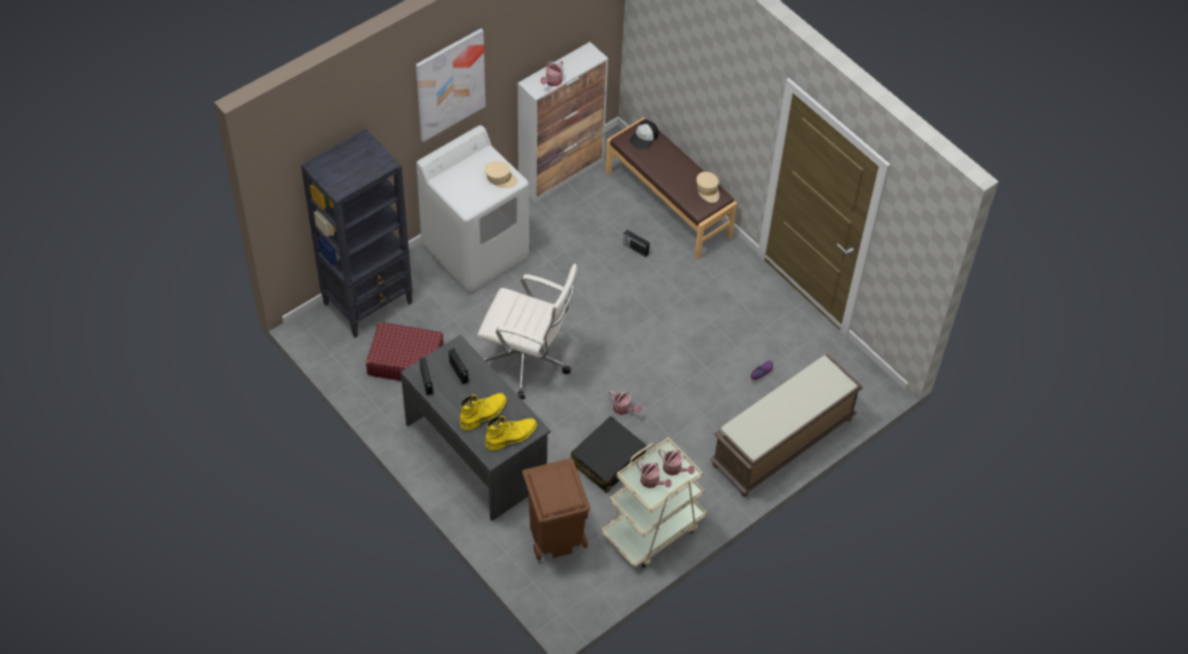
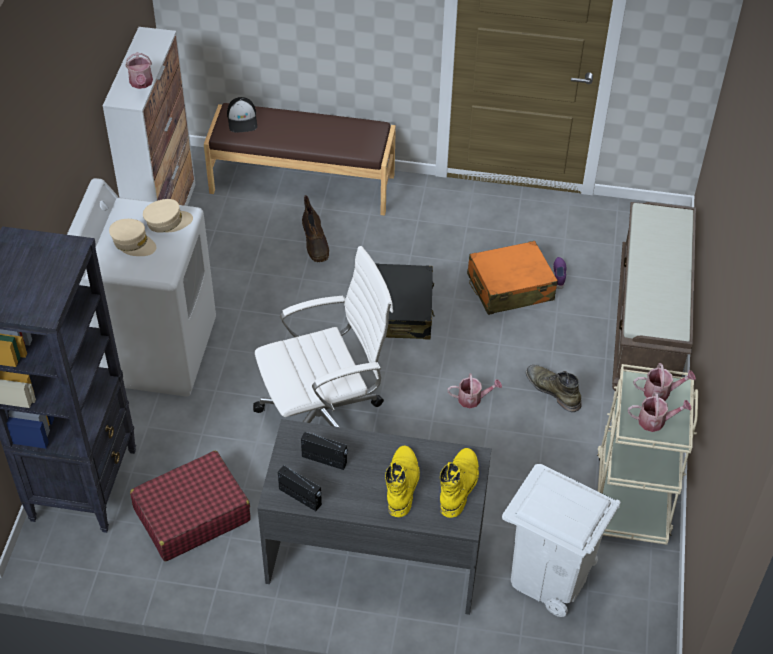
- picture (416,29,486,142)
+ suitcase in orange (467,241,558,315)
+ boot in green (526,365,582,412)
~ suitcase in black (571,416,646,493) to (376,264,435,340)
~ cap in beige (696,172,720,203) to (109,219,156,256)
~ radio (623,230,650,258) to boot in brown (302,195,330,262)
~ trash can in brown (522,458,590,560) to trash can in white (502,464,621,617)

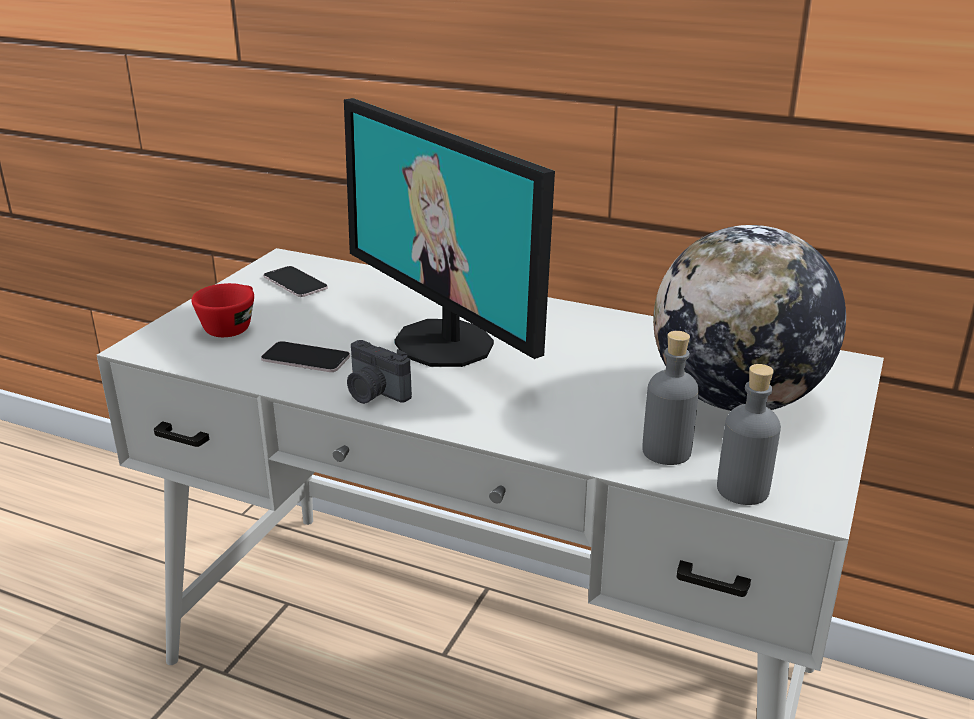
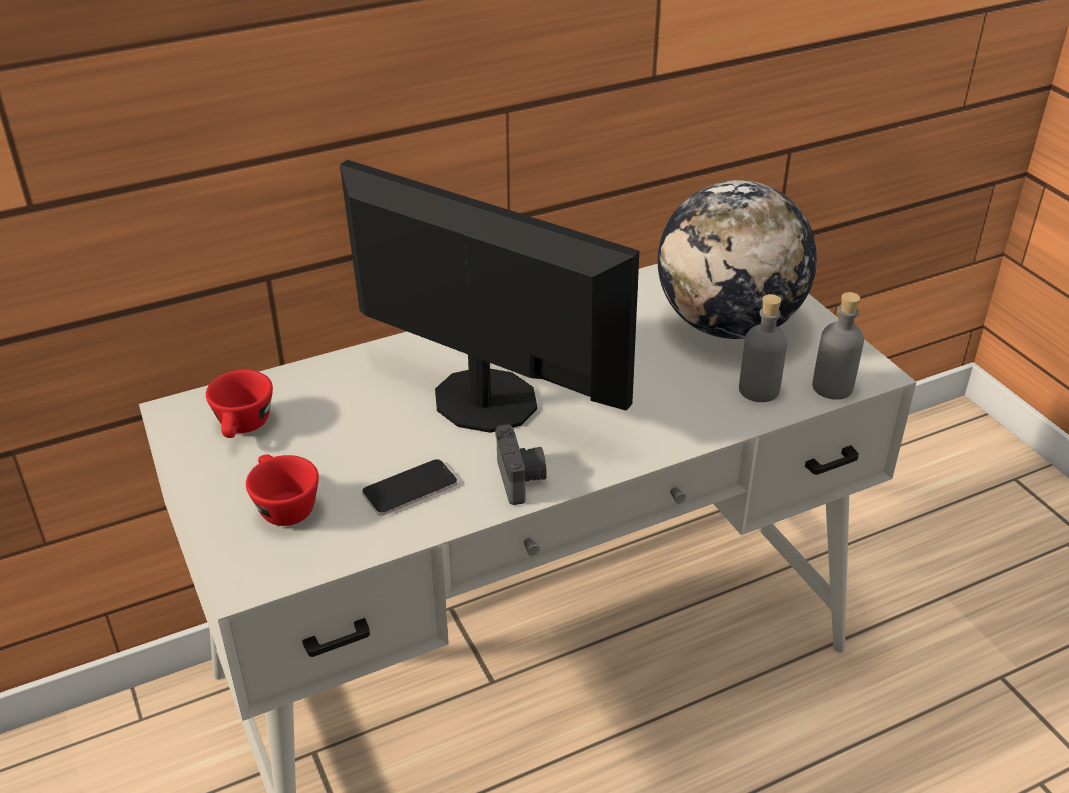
~ phone (263,266,328,297) to cup in red (206,370,273,438)
~ monitor (344,98,555,367) = (340,160,639,433) 150 degrees counterclockwise
~ photo camera (347,340,412,404) = (495,424,547,505) 90 degrees counterclockwise

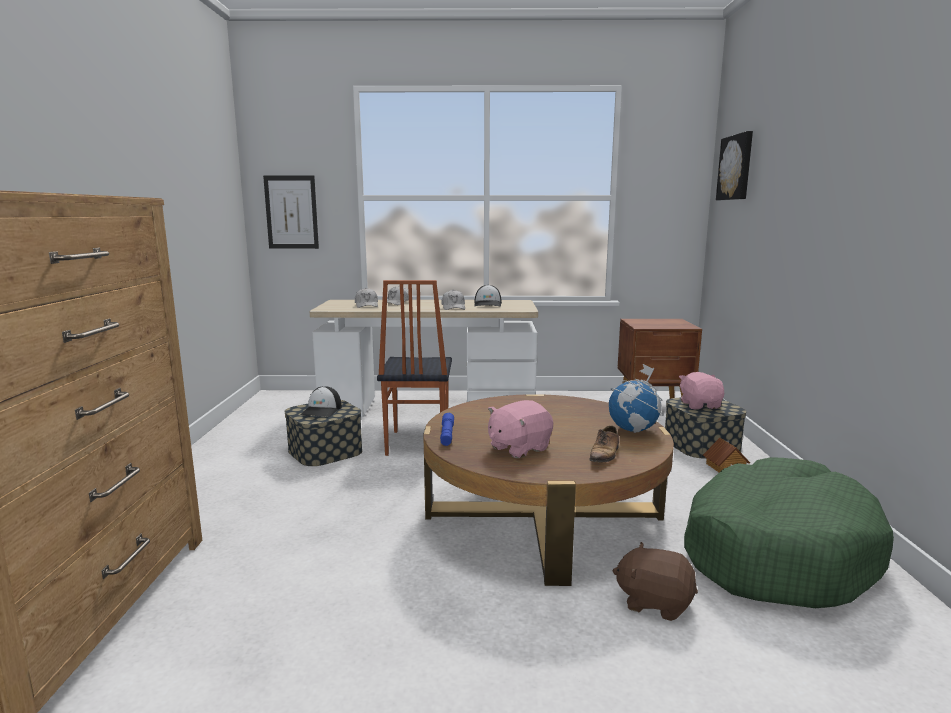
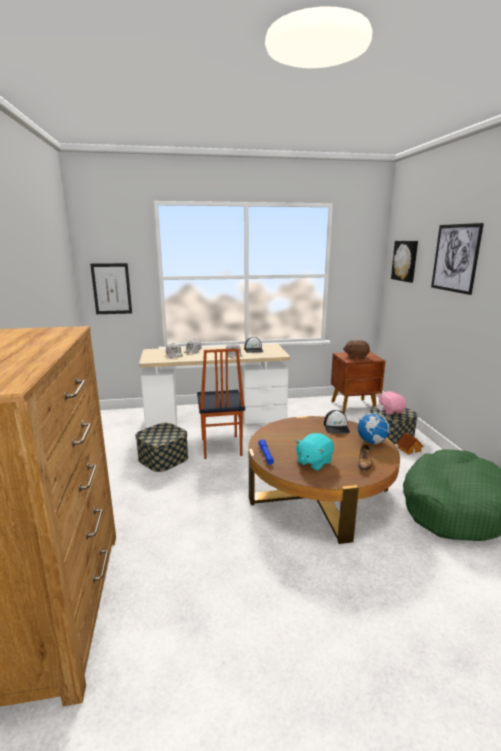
+ picture (431,223,484,295)
~ cap (300,386,342,417) to (324,410,350,434)
~ plush toy in brown (612,542,698,621) to (343,340,370,360)
~ plush toy in pink (488,400,553,458) to plush toy in turquoise (295,433,334,471)

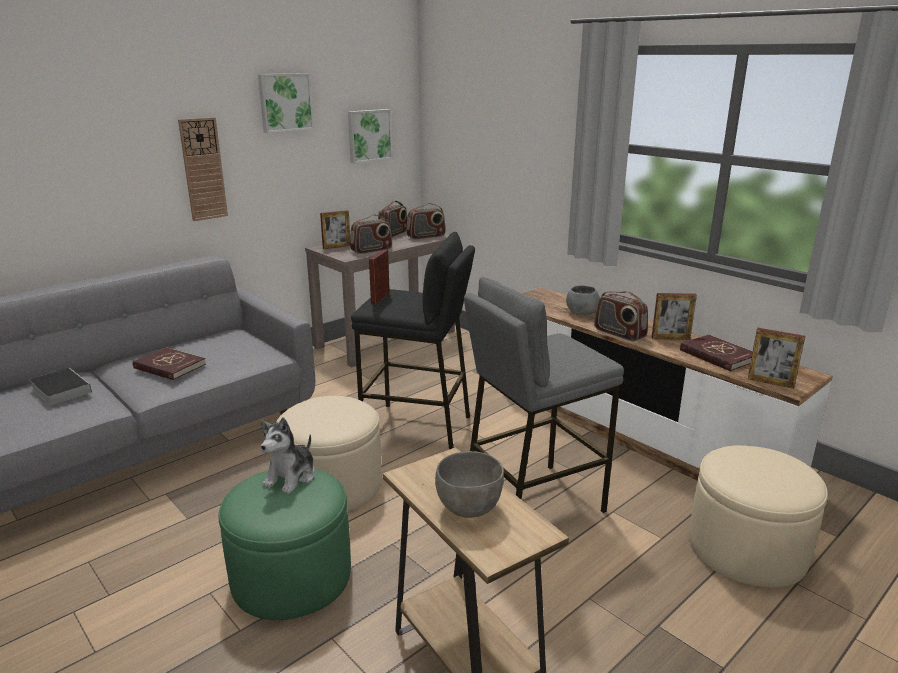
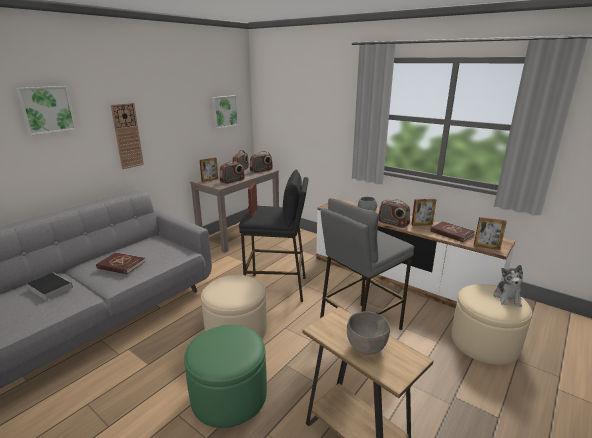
~ picture (258,73,314,133) to (16,86,76,135)
~ plush toy (260,417,315,494) to (494,265,523,307)

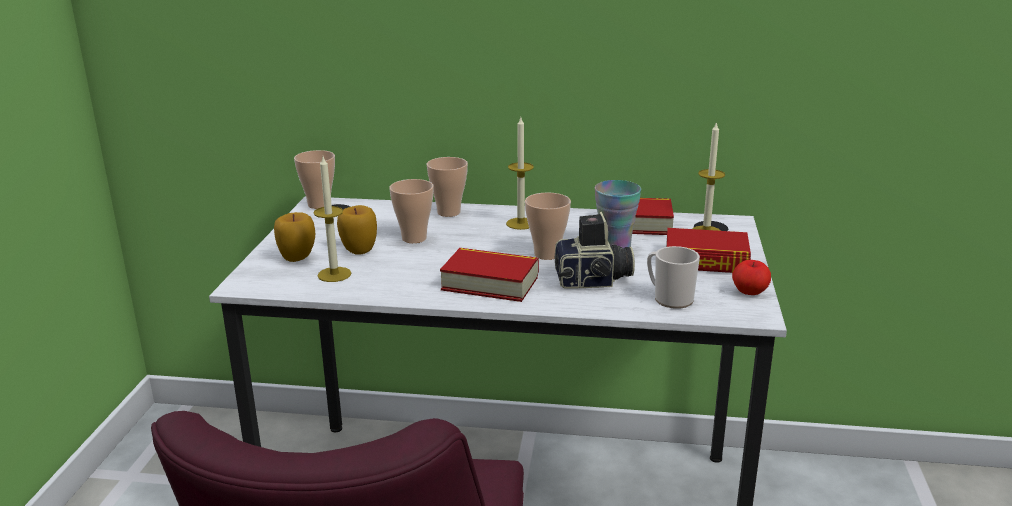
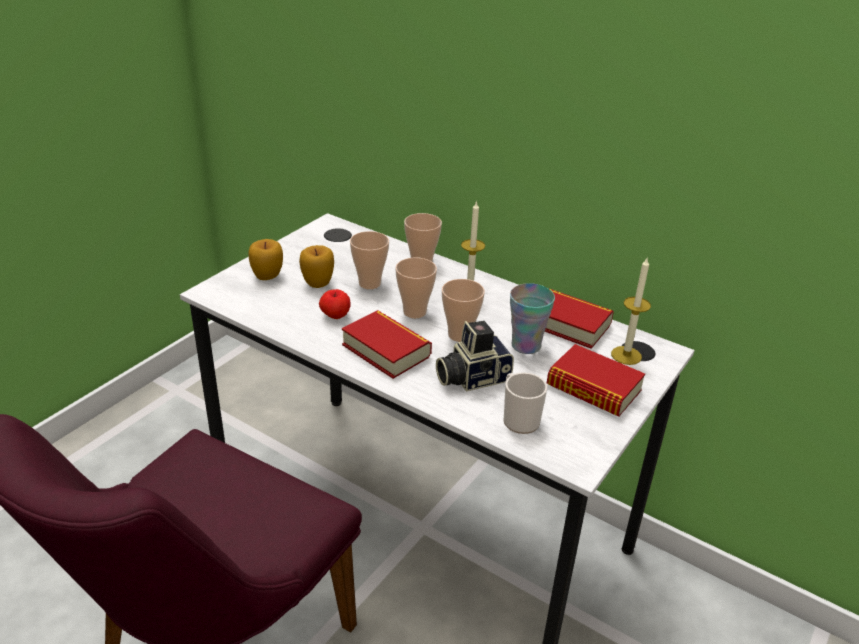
- candle (314,157,351,282)
~ cup (294,150,335,209) to (395,257,437,318)
~ apple (732,260,771,295) to (319,289,351,319)
~ photo camera (555,212,635,289) = (436,321,514,392) 135 degrees clockwise

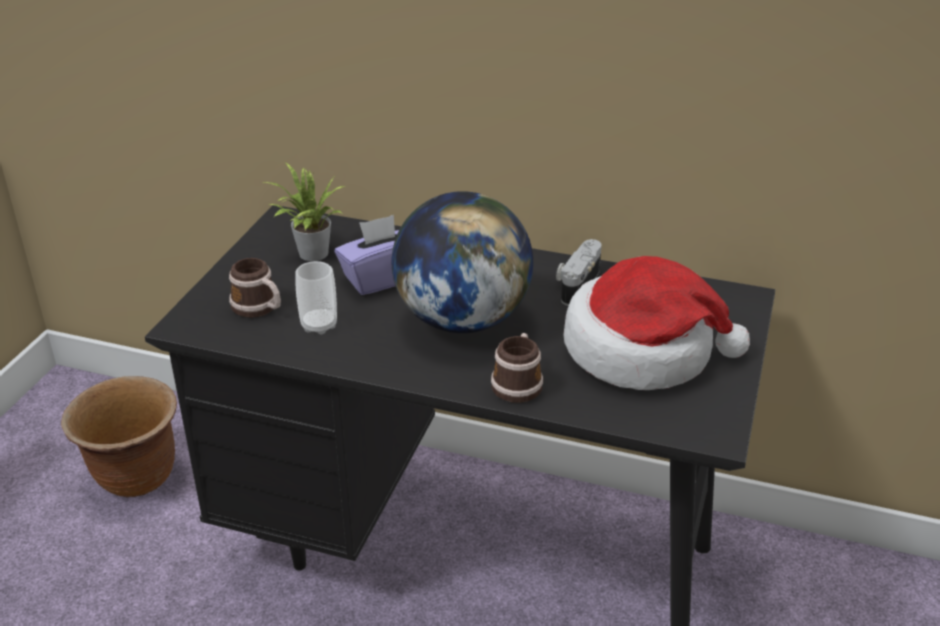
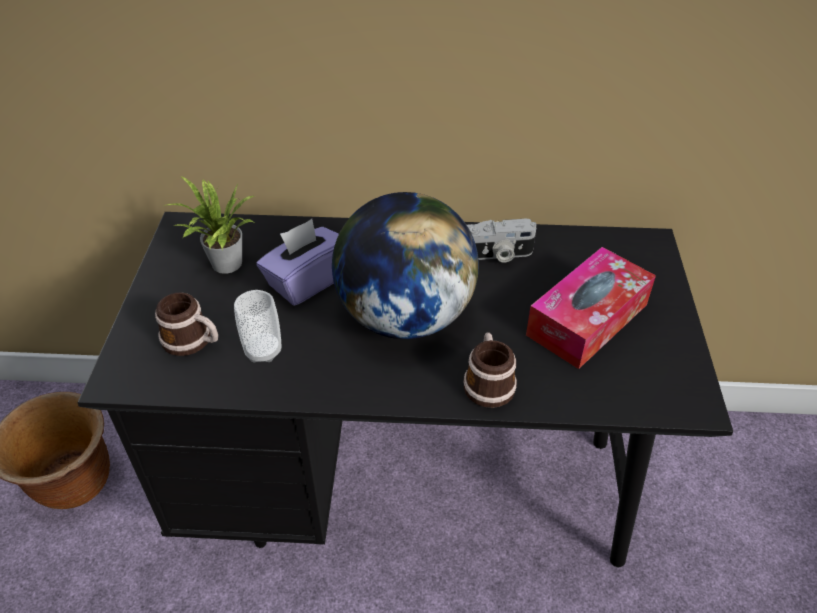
~ hat (564,256,750,390) to tissue box (526,247,656,369)
~ photo camera (556,239,602,306) = (467,219,537,263) 105 degrees counterclockwise

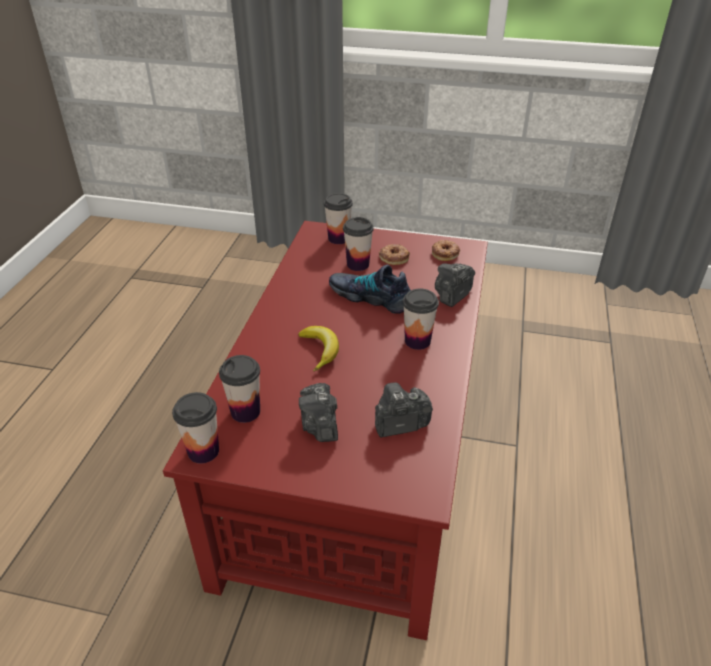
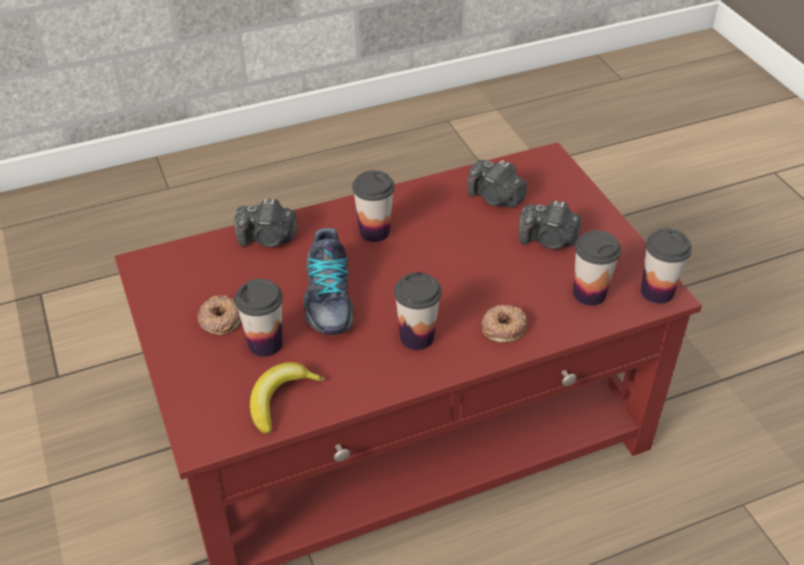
~ banana (298,326,339,372) to (250,362,325,435)
~ cup (324,193,353,244) to (394,272,441,350)
~ donut (432,240,460,261) to (482,305,527,343)
~ photo camera (299,383,338,442) = (519,200,581,249) 60 degrees clockwise

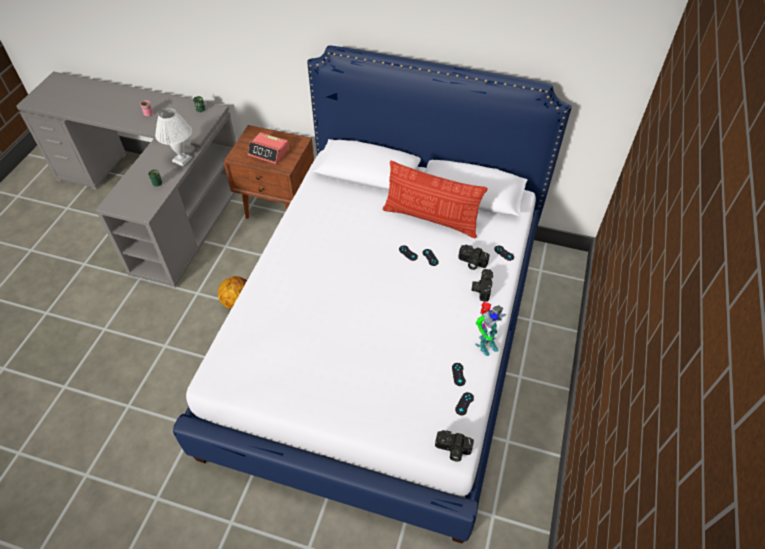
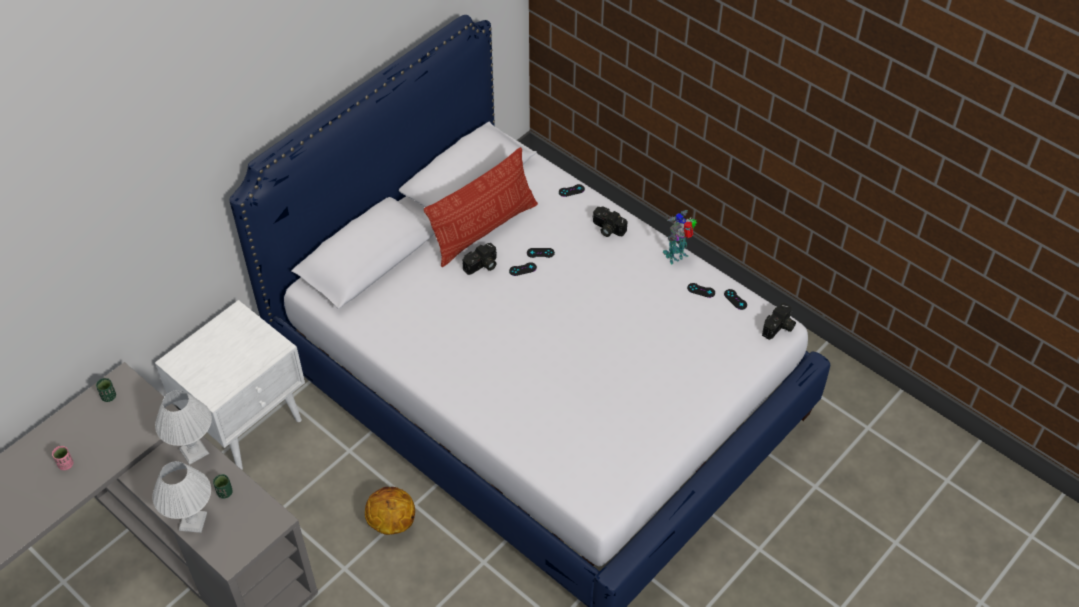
- alarm clock (248,132,289,164)
+ table lamp in white (152,461,211,533)
~ photo camera (458,245,490,270) to (462,243,497,275)
~ nightstand in brown (223,125,314,219) to nightstand in white (155,300,305,470)
~ toy robot (475,301,507,356) = (663,210,697,265) 120 degrees counterclockwise

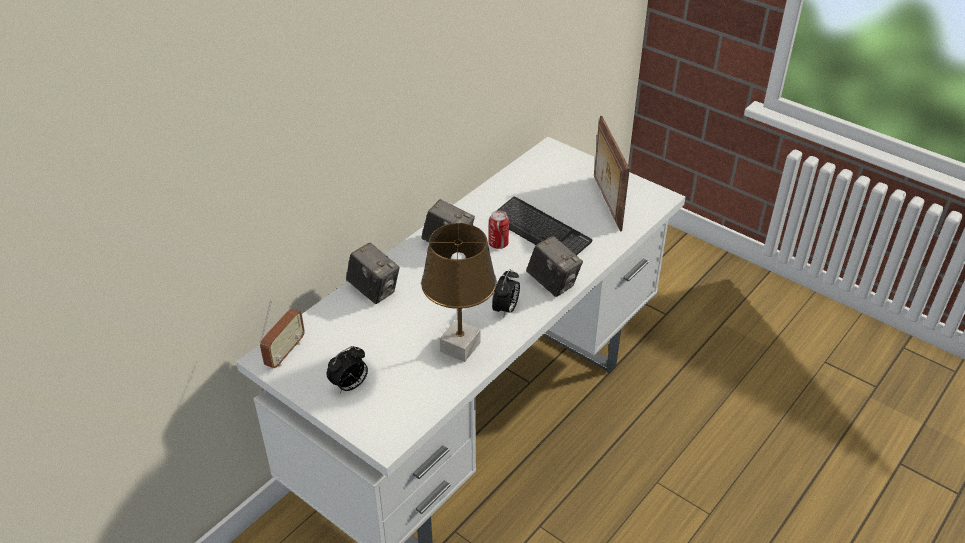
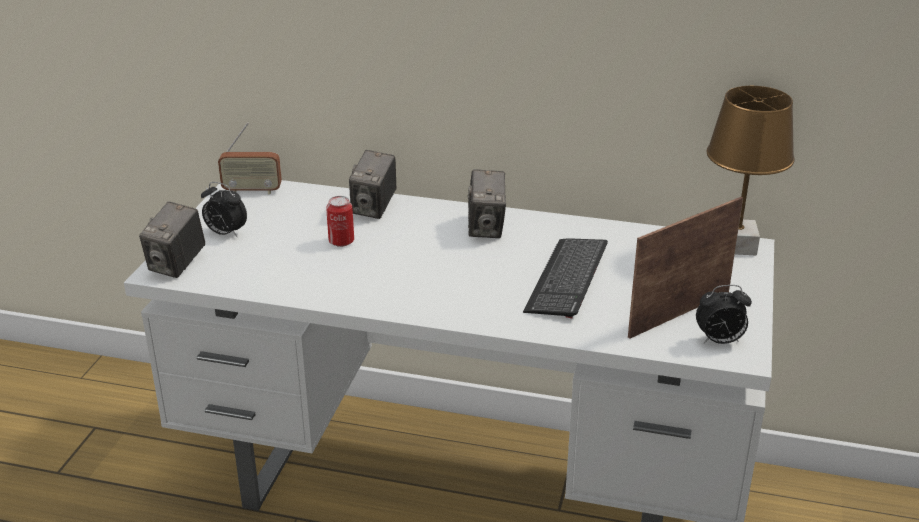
~ table lamp in brown (421,223,497,362) to (707,86,795,255)
~ can (489,211,509,249) to (326,196,354,247)
~ alarm clock (492,269,520,318) to (696,285,752,344)
~ photo camera (526,236,583,297) to (139,201,205,278)

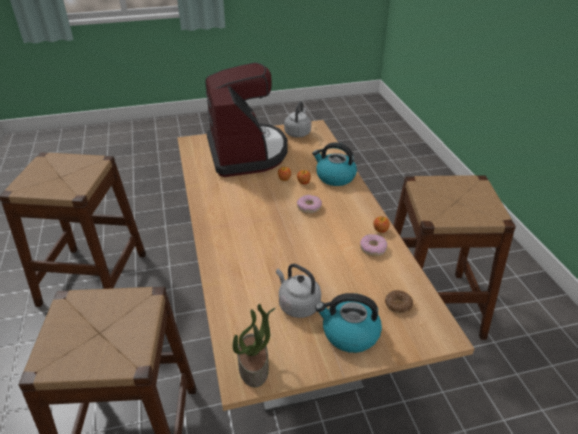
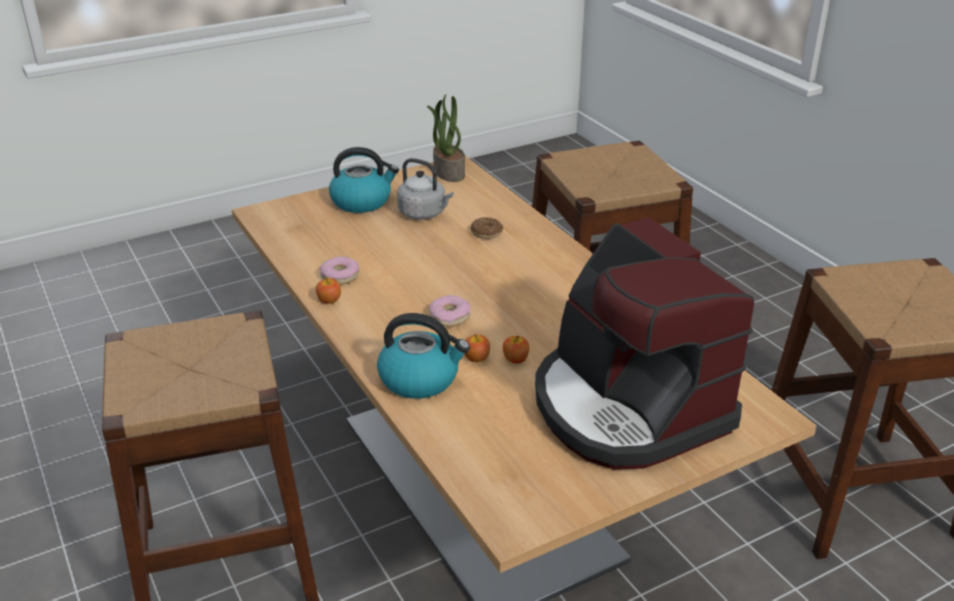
- kettle in grey (284,101,311,137)
~ donut (385,290,413,313) to (471,217,503,239)

